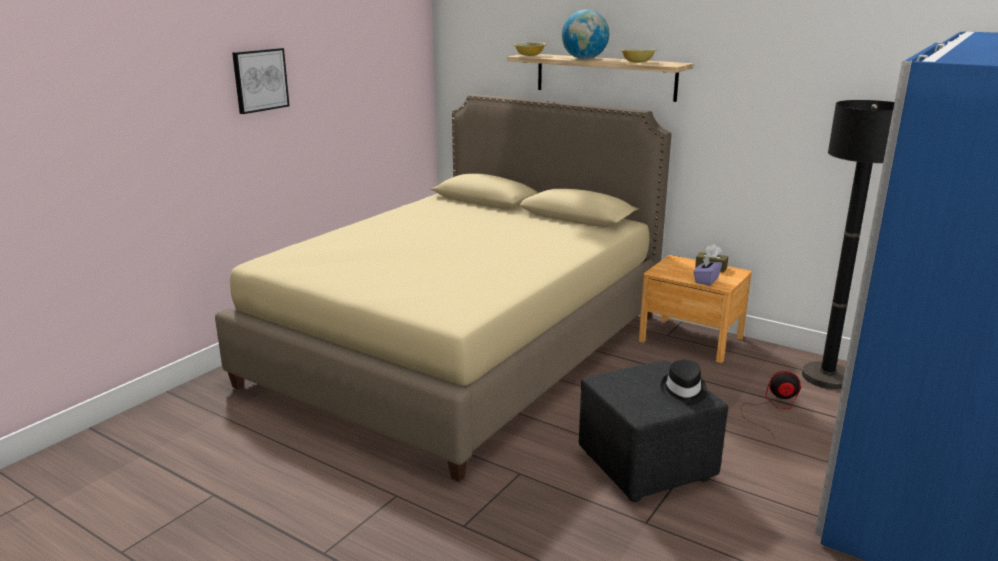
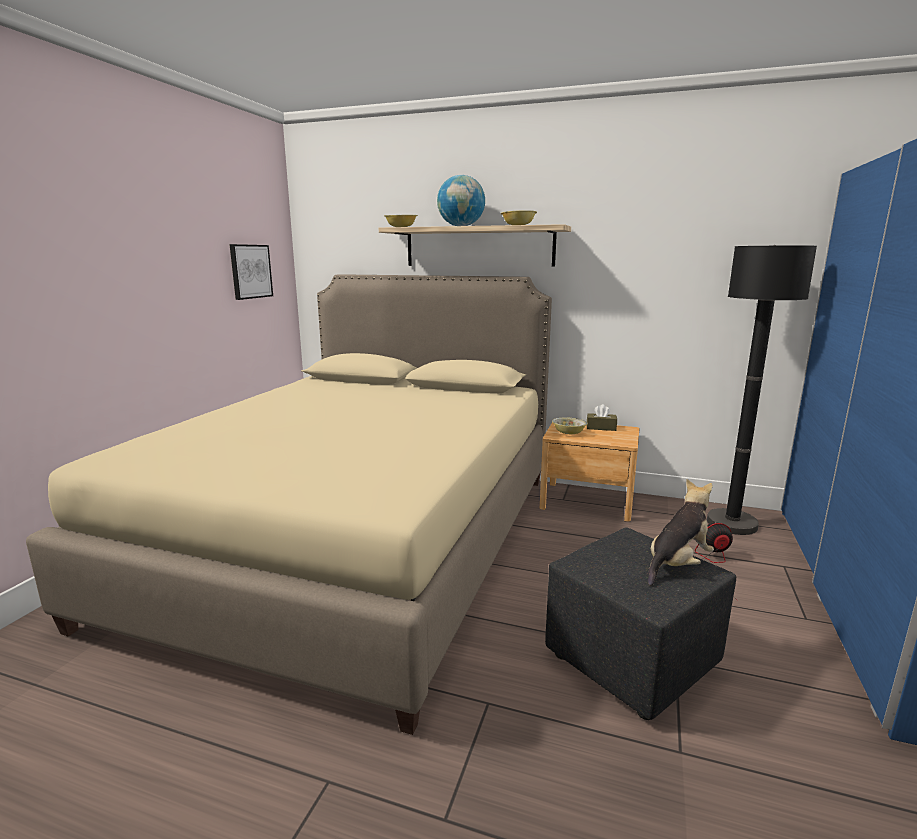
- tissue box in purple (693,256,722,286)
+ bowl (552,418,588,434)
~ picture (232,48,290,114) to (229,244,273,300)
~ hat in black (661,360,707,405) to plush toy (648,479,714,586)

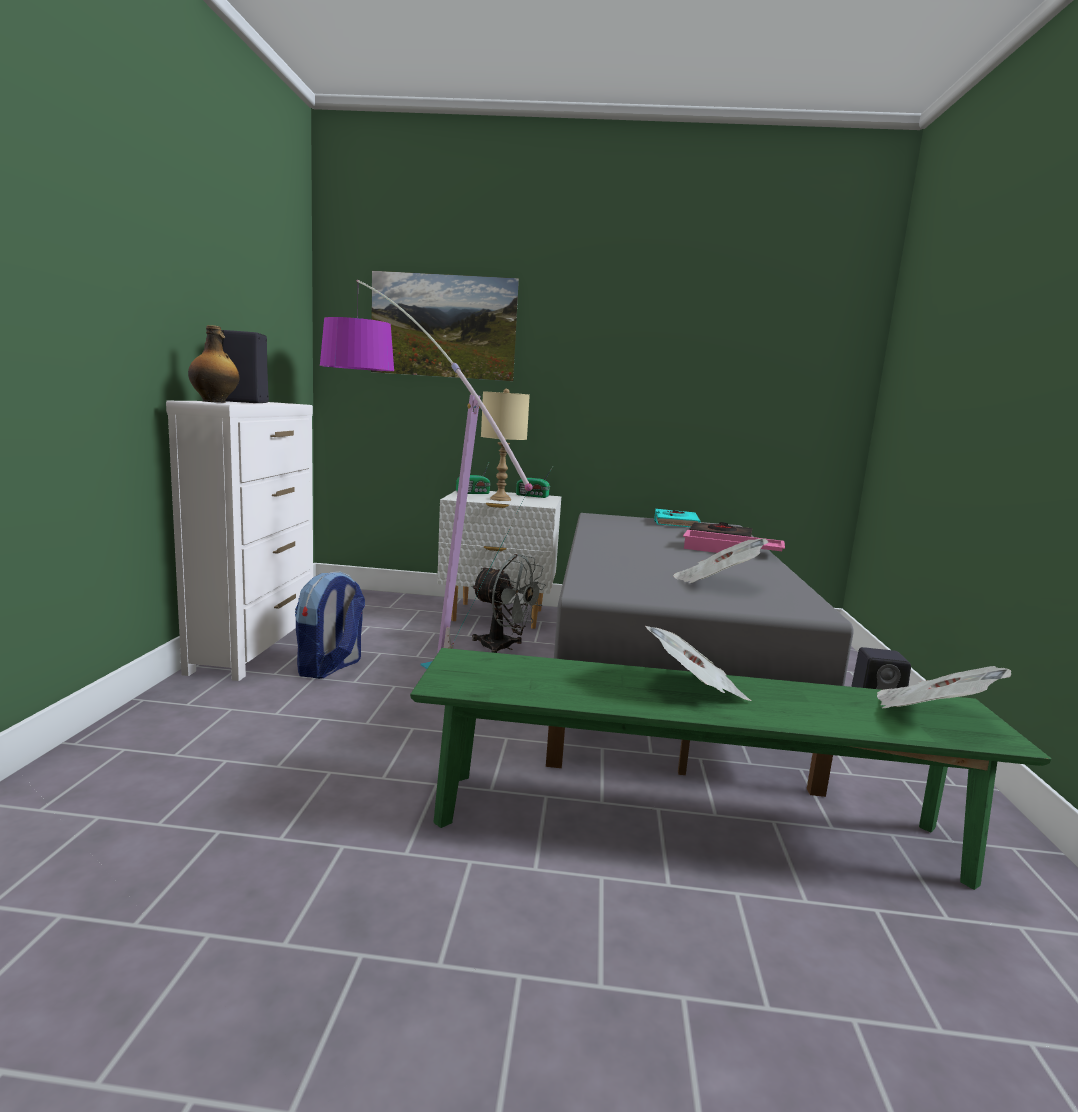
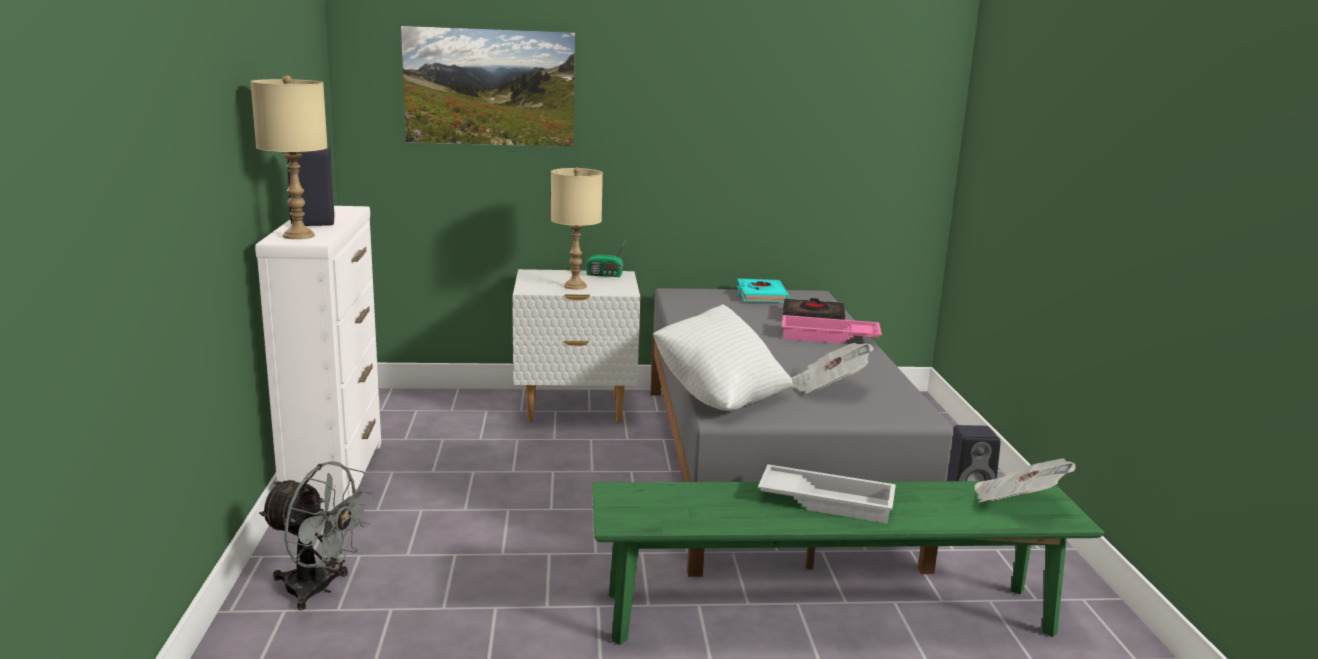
- backpack (295,571,365,679)
- floor lamp (320,280,533,669)
- radio (456,461,491,494)
+ pillow in white (653,304,793,411)
~ fan in grey (471,554,546,653) to (259,461,374,610)
~ bottle (188,325,239,403) to table lamp in beige (250,75,328,239)
~ newspaper (645,626,751,701) to tray in white (758,464,896,523)

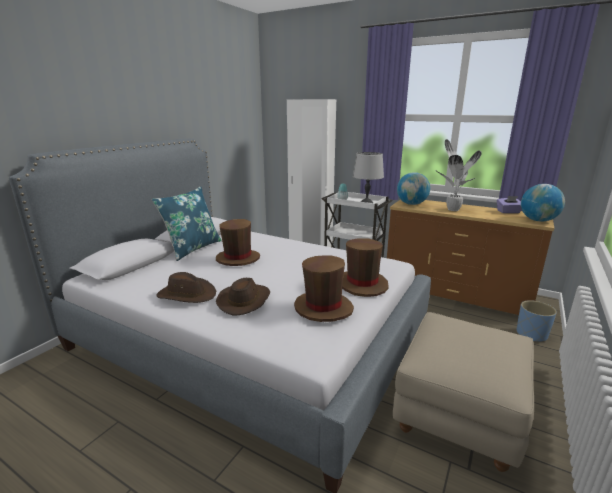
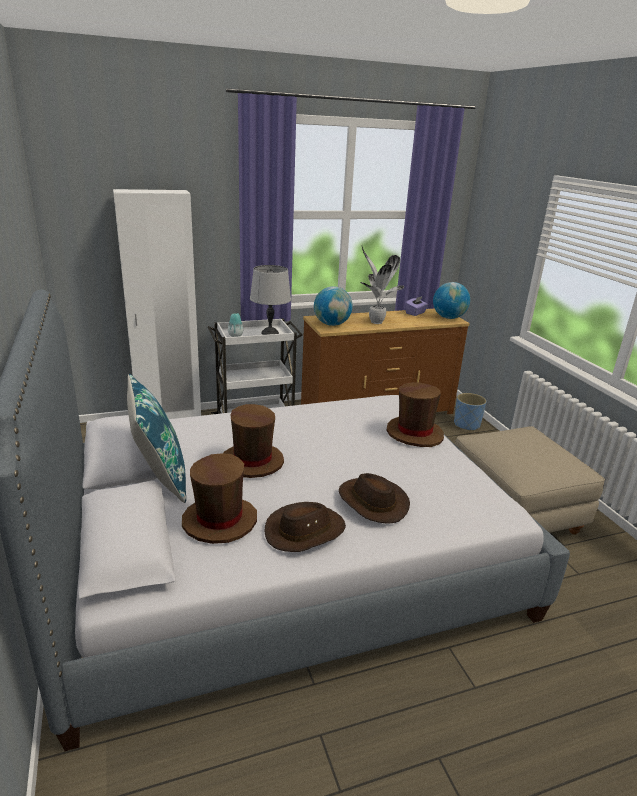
~ hat in brown (294,255,354,322) to (182,453,257,544)

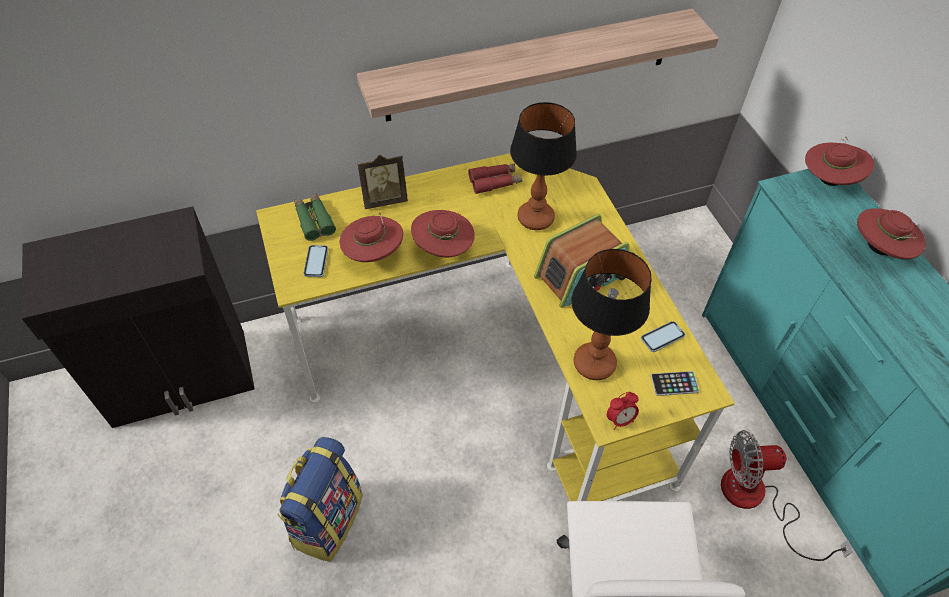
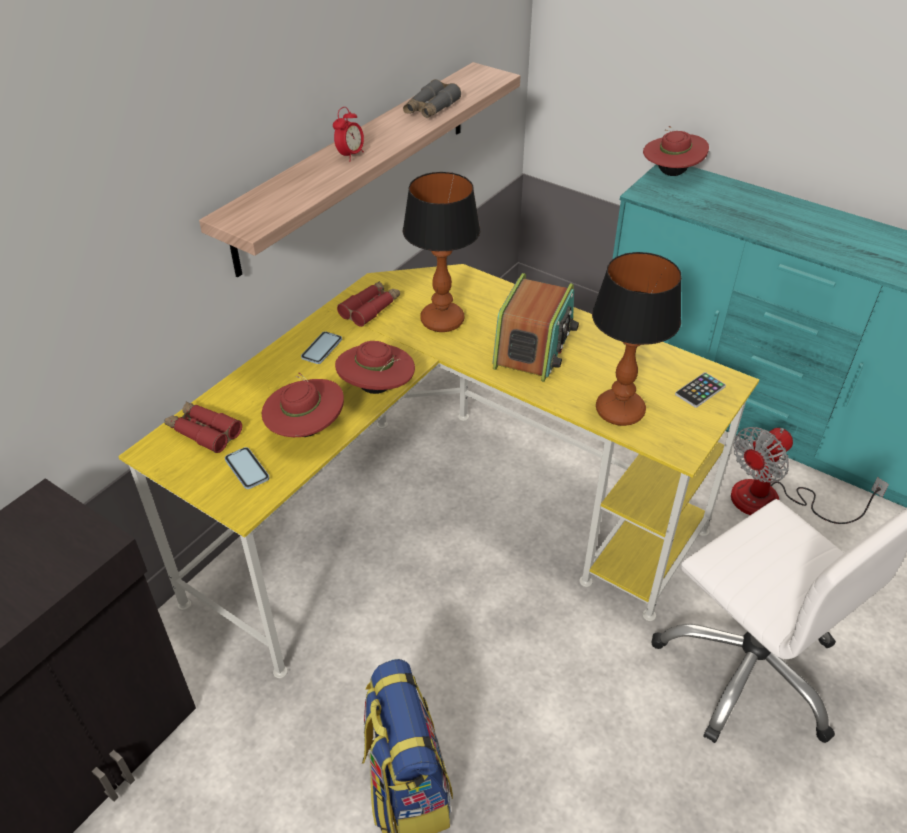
- picture frame (357,155,408,209)
- hat in red (857,208,926,259)
+ binoculars in grey (403,79,461,118)
~ alarm clock (607,392,639,430) to (333,107,364,162)
~ phone (641,321,685,352) to (301,332,342,364)
~ binoculars in green (294,194,336,241) to binoculars in red (165,402,242,453)

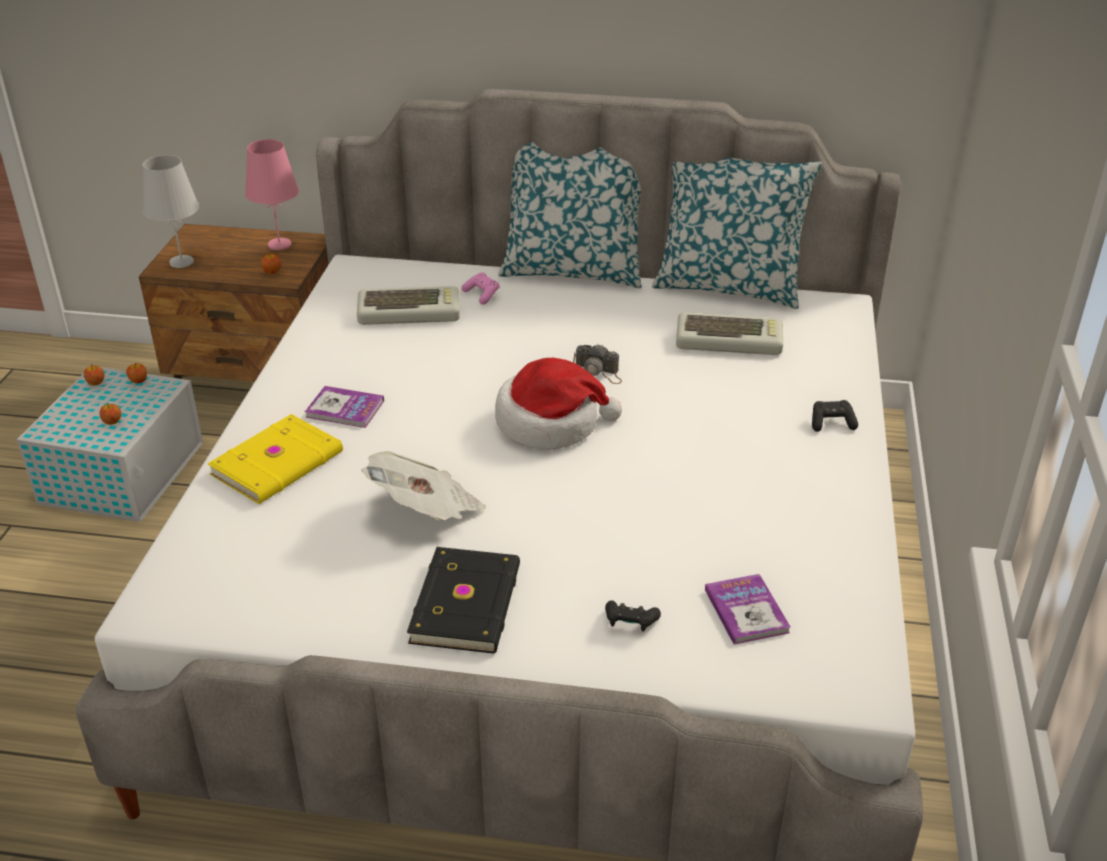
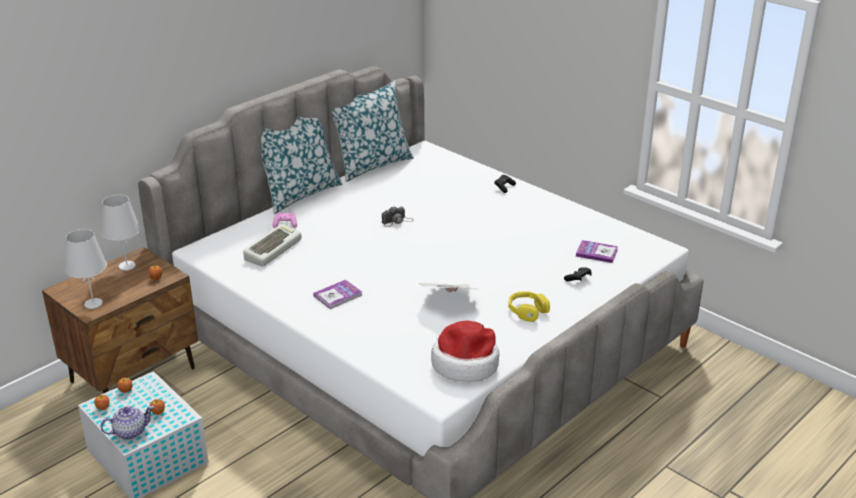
- book in yellow (208,414,343,504)
- keyboard (676,312,783,355)
+ teapot (100,406,154,440)
~ hat (495,358,622,450) to (431,321,499,382)
~ book in black (407,547,520,654) to headphones in yellow (508,291,550,322)
~ table lamp in pink (245,139,299,250) to table lamp in white (101,195,141,271)

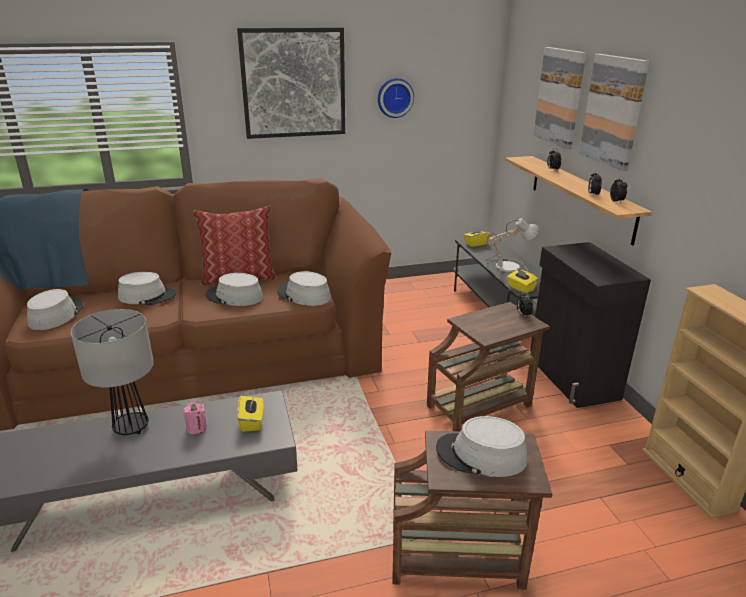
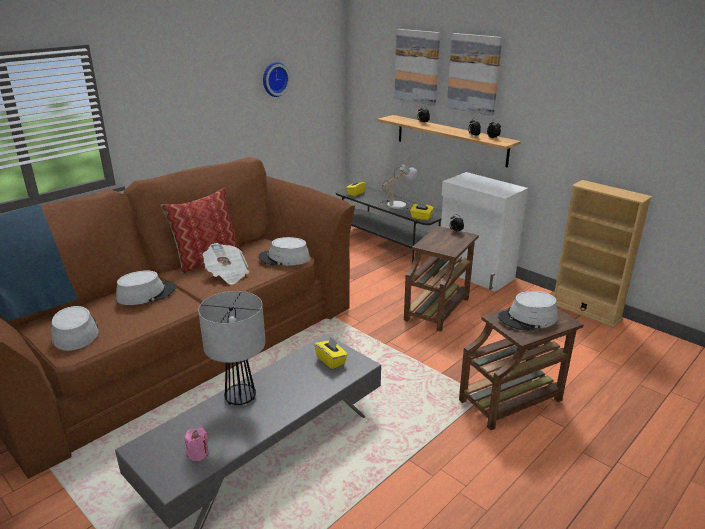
- picture (237,27,345,139)
~ candle in pink (184,402,207,434) to (184,428,209,461)
~ hat in grey (206,273,263,306) to newspaper (203,243,249,285)
~ cabinet in black (530,242,651,408) to cabinet in white (439,172,528,291)

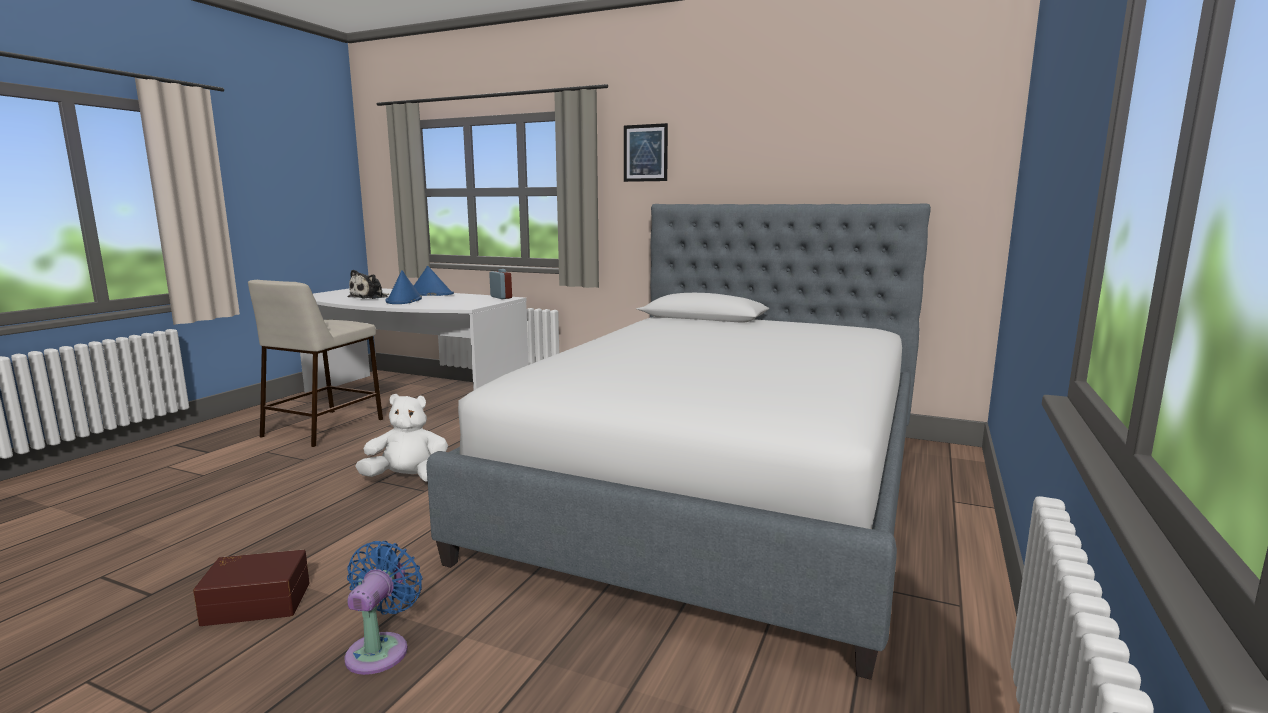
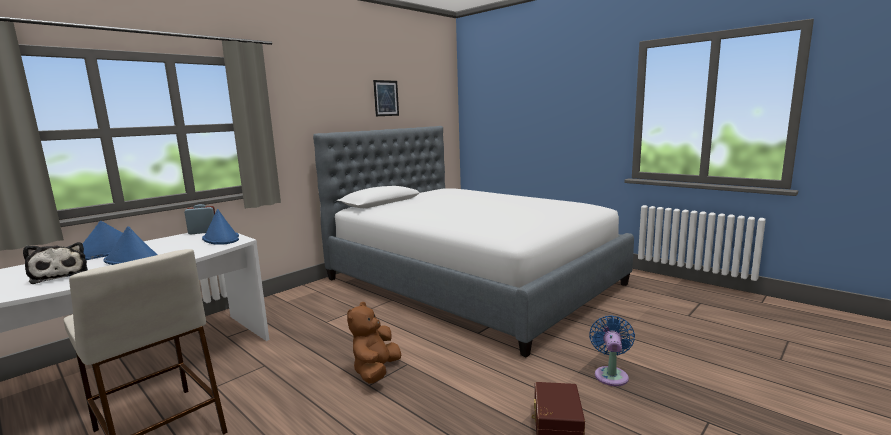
+ hat in blue (202,209,239,245)
~ picture (624,123,668,182) to (373,80,399,116)
~ plush toy in white (355,394,448,481) to plush toy in brown (347,302,401,384)
~ fan in blue (344,541,422,675) = (589,315,635,386) 75 degrees clockwise

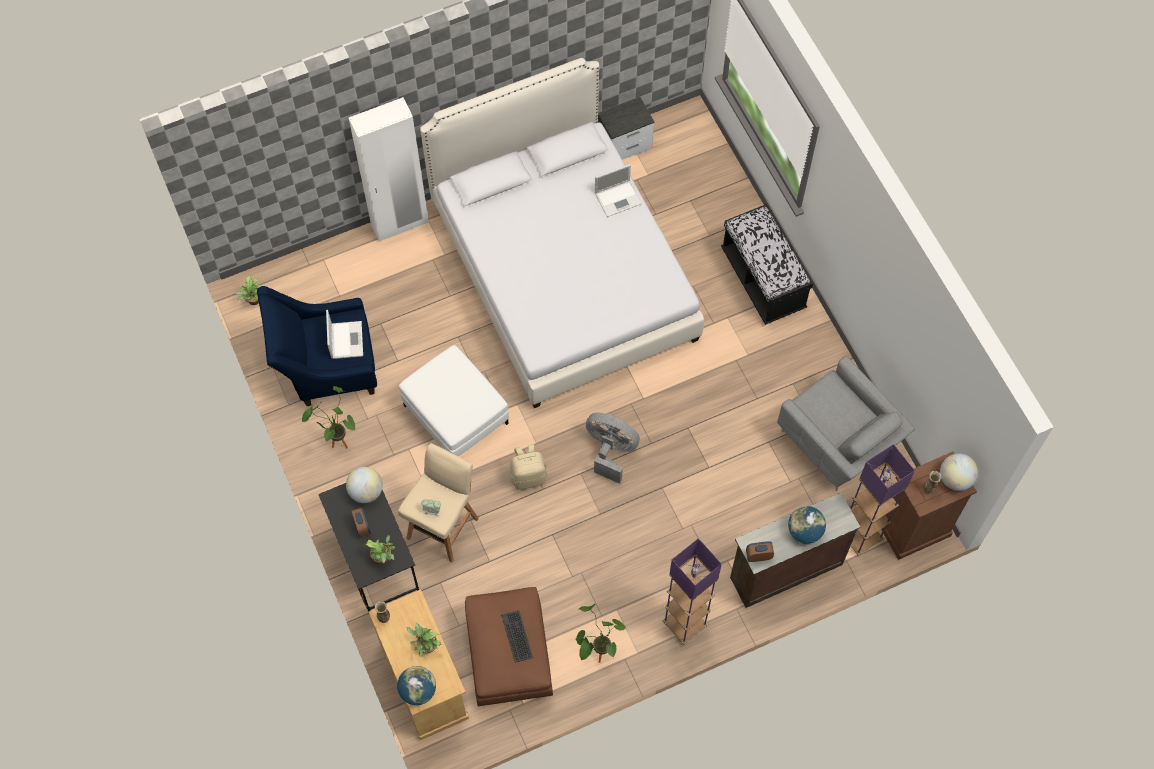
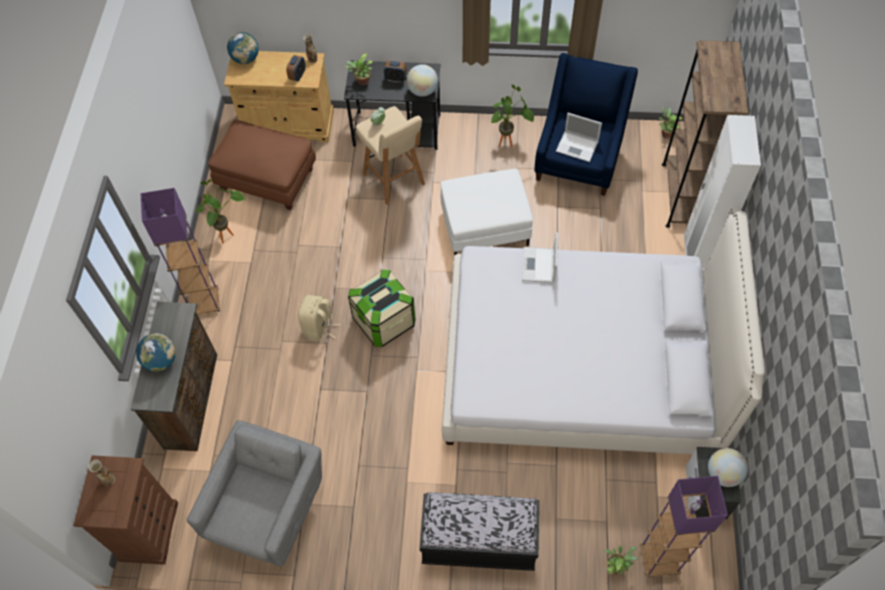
- keyboard (501,610,533,663)
+ bookcase in brown (662,40,748,228)
~ potted plant (406,623,442,658) to (604,545,638,576)
~ backpack in beige (510,444,547,490) to (298,295,340,342)
~ laptop (595,164,642,217) to (522,232,558,283)
~ alarm clock (746,541,774,562) to (286,55,306,82)
~ floor lamp in purple (850,444,915,556) to (640,476,728,577)
~ globe (940,454,978,491) to (708,448,748,487)
~ fan in grey (586,413,640,484) to storage box (348,269,416,347)
~ armchair in grey (777,356,915,491) = (187,420,322,570) 120 degrees clockwise

